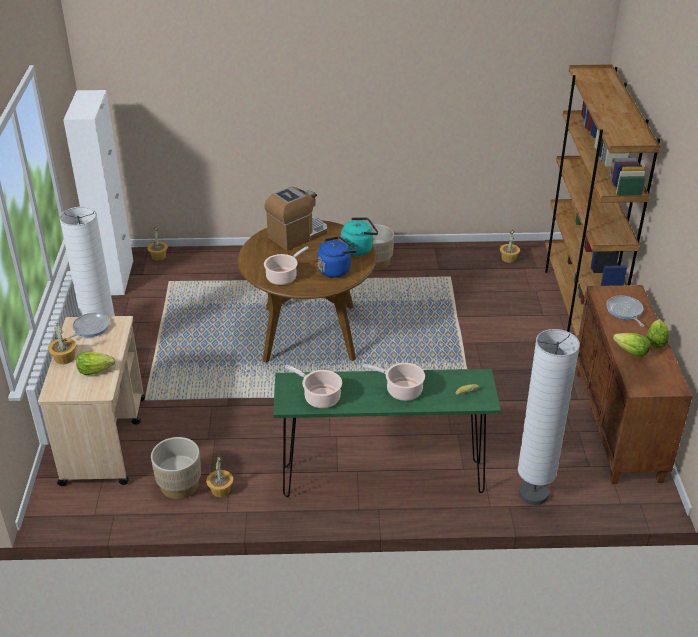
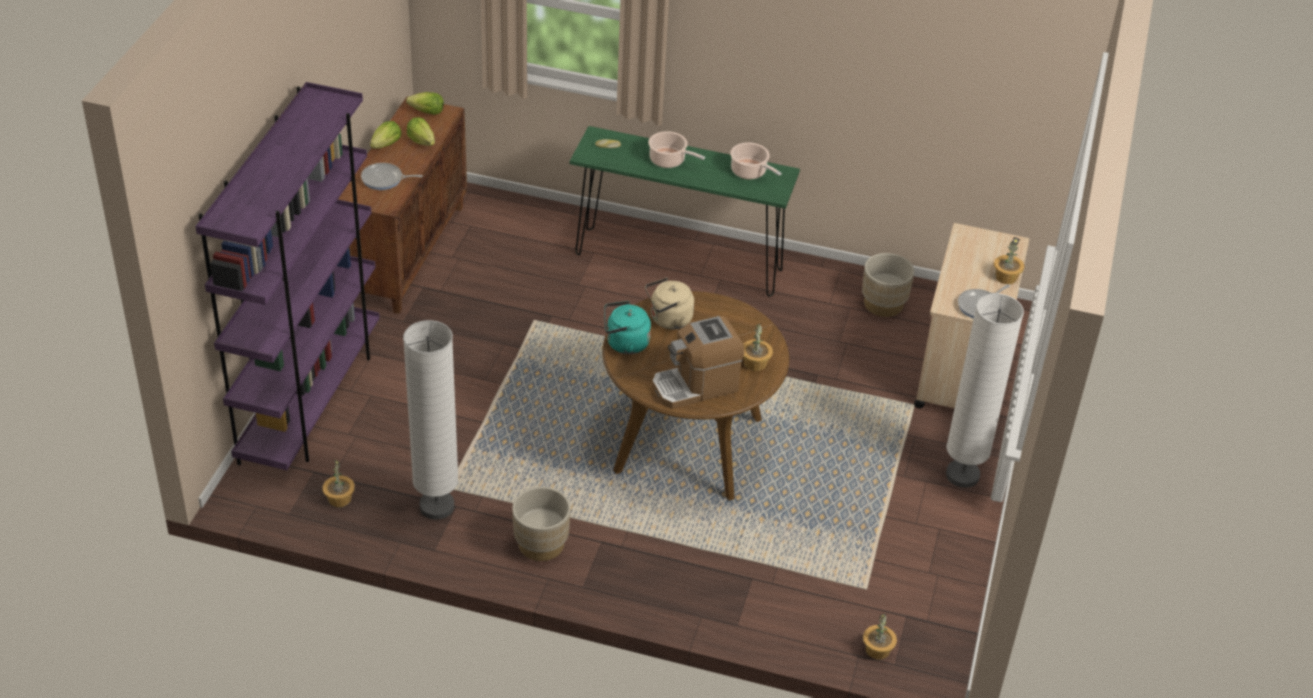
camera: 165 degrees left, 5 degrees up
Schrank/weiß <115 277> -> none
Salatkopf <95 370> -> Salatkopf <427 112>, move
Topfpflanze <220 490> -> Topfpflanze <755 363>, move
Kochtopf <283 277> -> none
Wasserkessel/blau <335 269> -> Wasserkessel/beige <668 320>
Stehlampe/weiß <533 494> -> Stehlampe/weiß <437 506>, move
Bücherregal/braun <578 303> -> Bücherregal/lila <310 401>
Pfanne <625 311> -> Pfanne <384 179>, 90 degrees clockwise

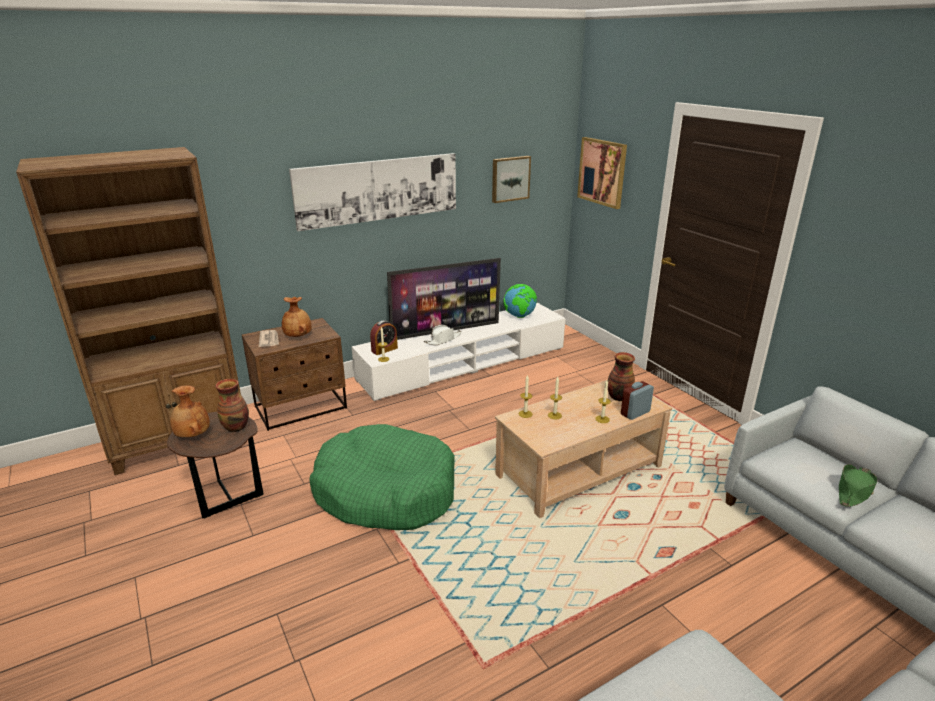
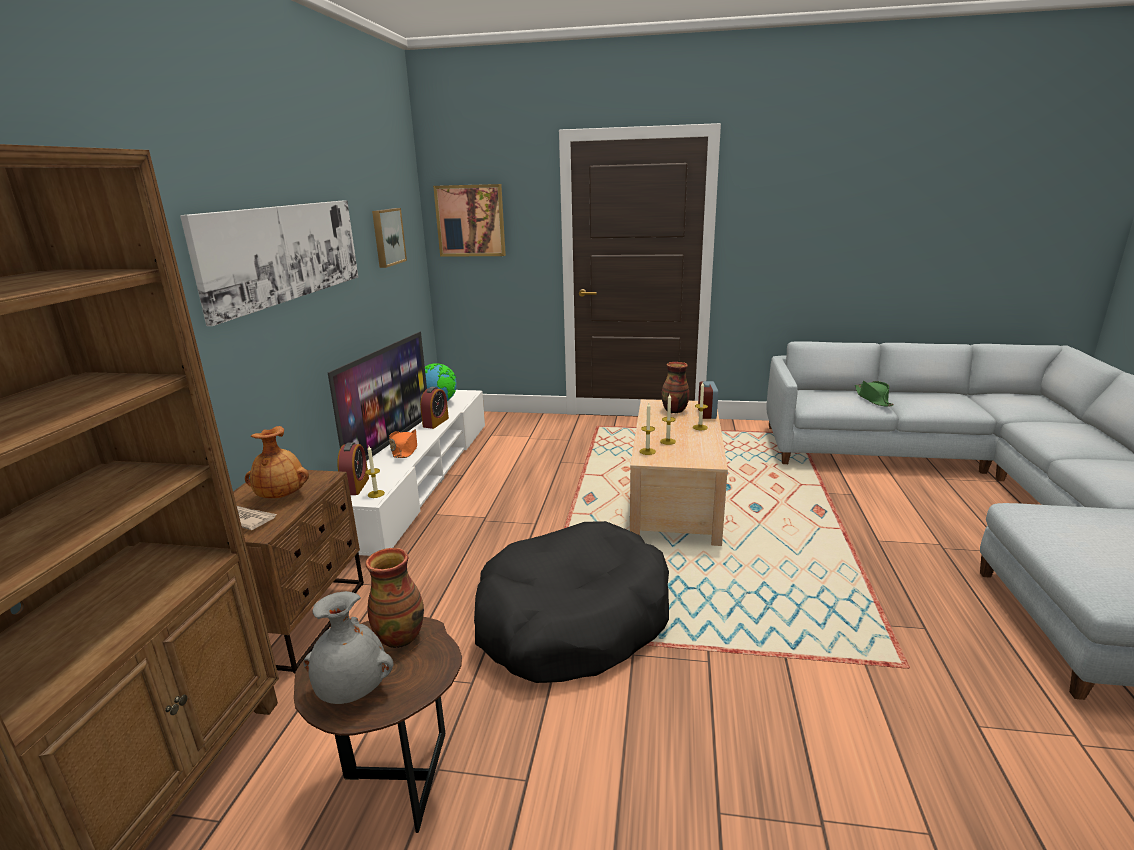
camera: 50 degrees left, 5 degrees down
Vase/braun <192 435> -> Vase/grau <352 691>
Hundebett/grün <385 492> -> Hundebett/schwarz <572 620>
Hut/weiß <443 340> -> Hut/orange <405 450>
none -> Wecker <436 422>

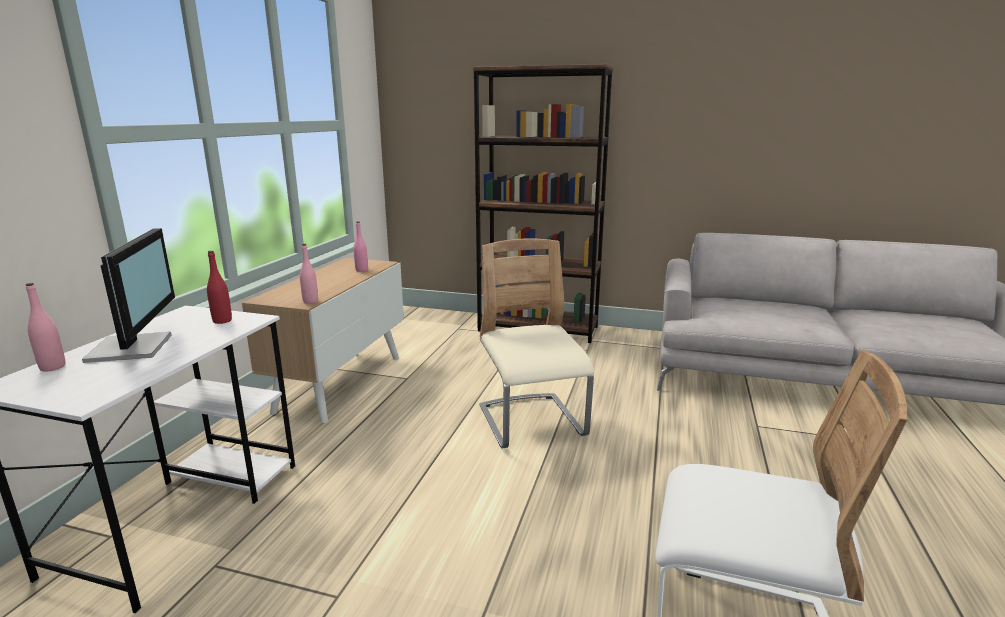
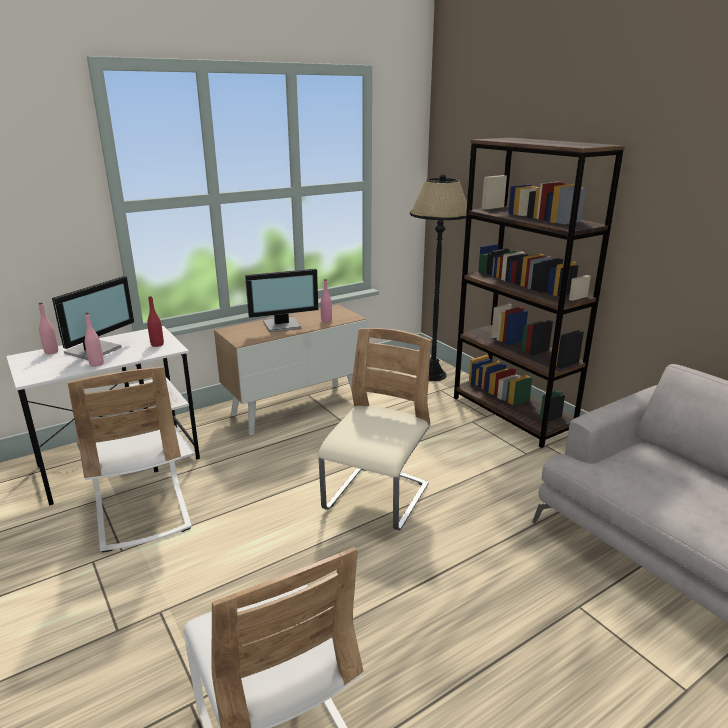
camera: 40 degrees right, 5 degrees up
Flasche/rosa <310 301> -> Flasche/rosa <96 364>, move
none -> Stuhl/weiß <142 512>
none -> Monitor <283 325>
none -> Stehlampe/schwarz <432 375>

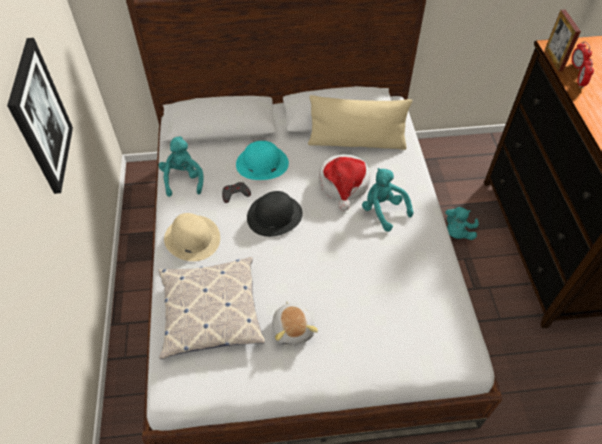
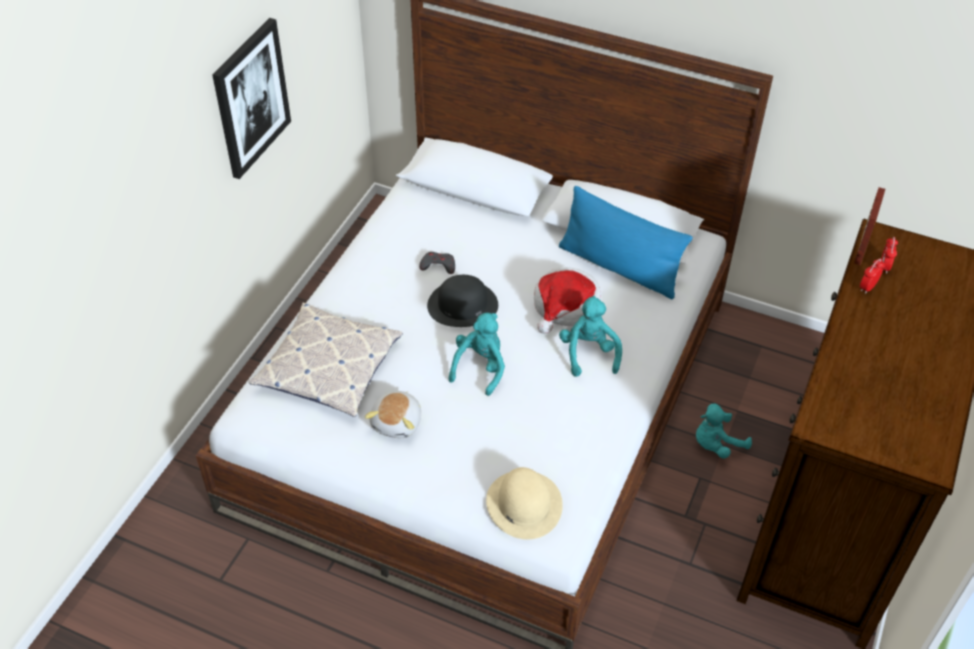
camera: 30 degrees right, 5 degrees down
Plüschtier/türkis <183 179> -> Plüschtier/türkis <480 368>, move
Hut/beige <192 238> -> Hut/beige <523 504>, move
Hut/türkis <262 163> -> none
Kissen/beige <356 142> -> Kissen/blau <619 267>

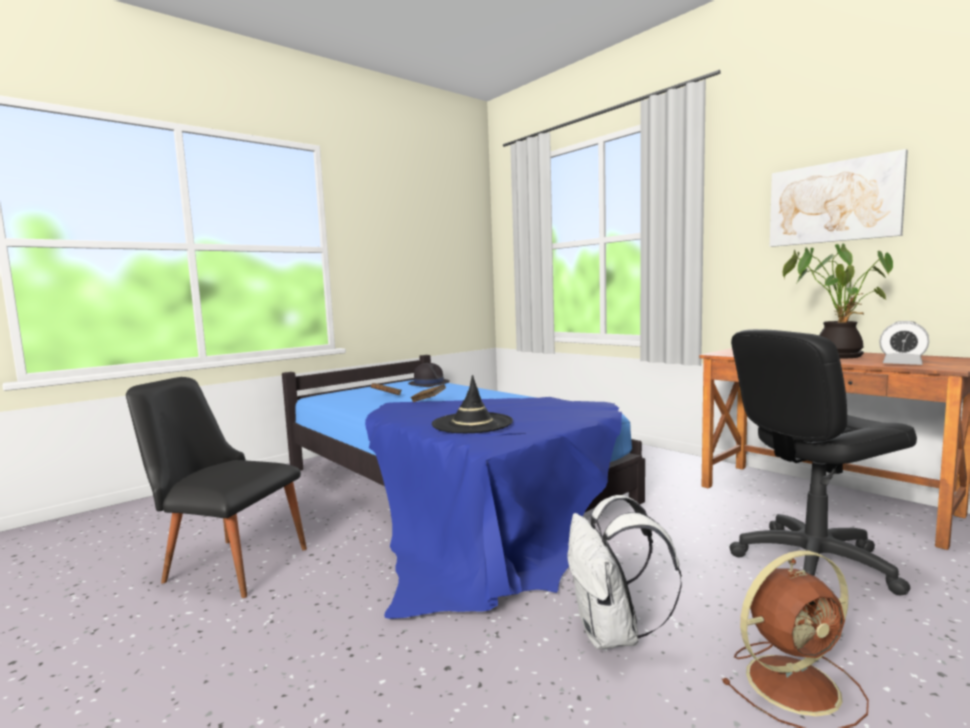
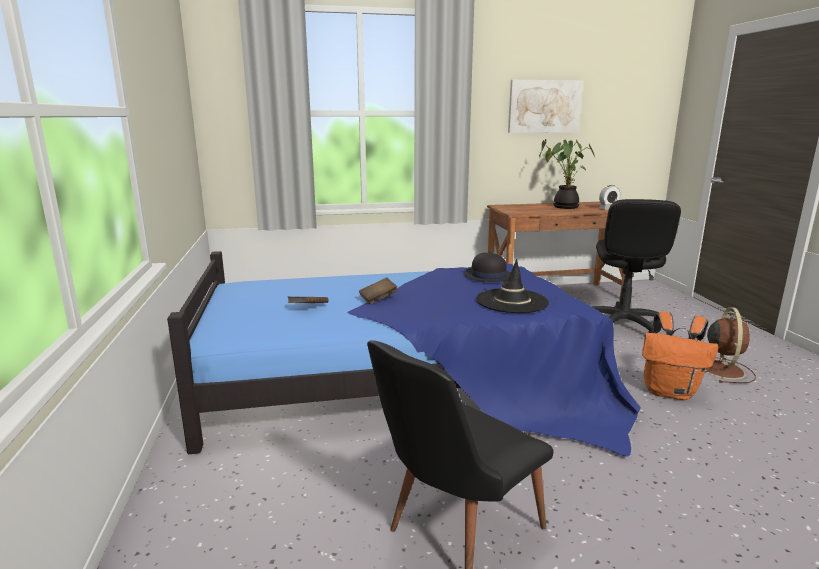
camera: 60 degrees left, 10 degrees up
Hut/schwarz <429 383> -> Hut/schwarz <488 276>, move
Rucksack/weiß <612 634> -> Rucksack/orange <670 392>

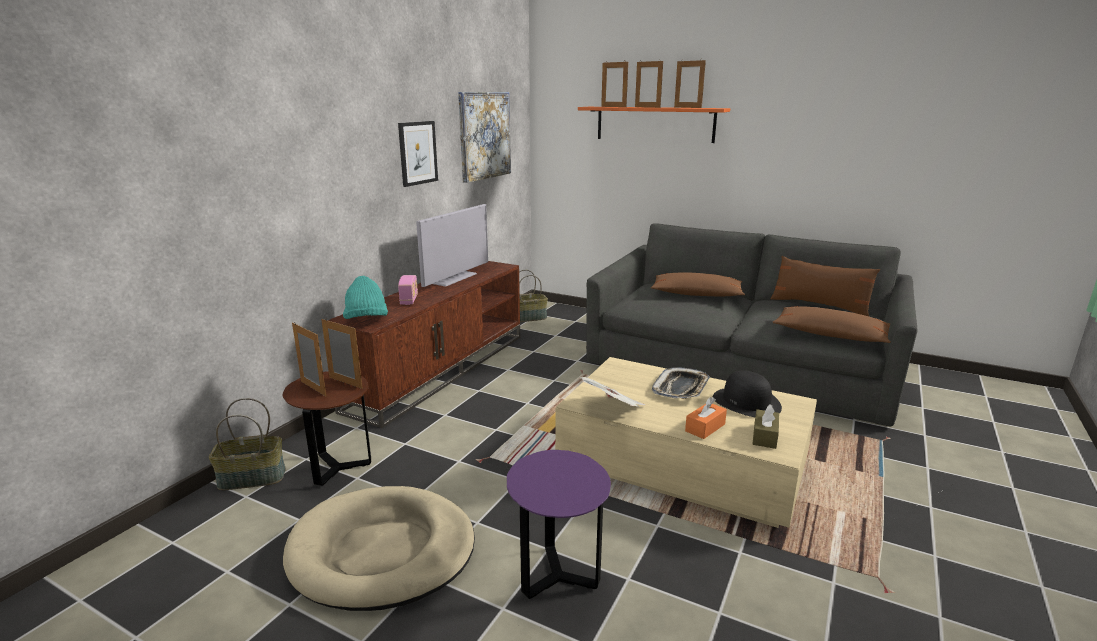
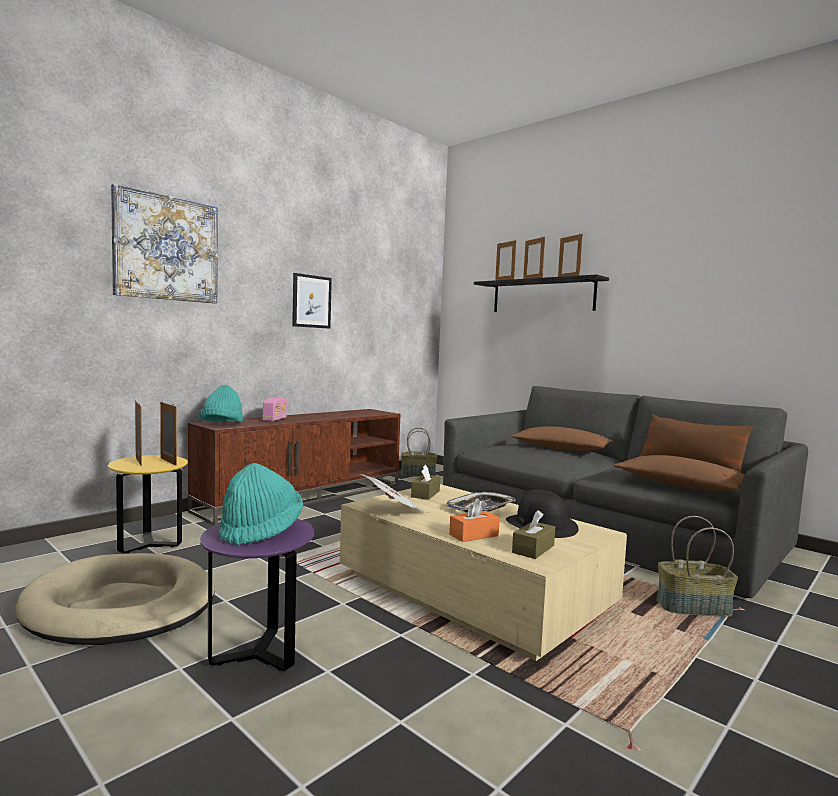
camera: 15 degrees right, 15 degrees down
Korb <251 479> -> Korb <693 608>, move
Beistelltisch/braun <337 468> -> Beistelltisch/gelb <149 545>
Fernseher <454 278> -> none
Bild <484 135> -> Bild <166 248>, move
Wandregal/orange <654 124> -> Wandregal/schwarz <542 296>
none -> Hut/türkis <261 531>
none -> Taschentuchbox/braun <425 494>

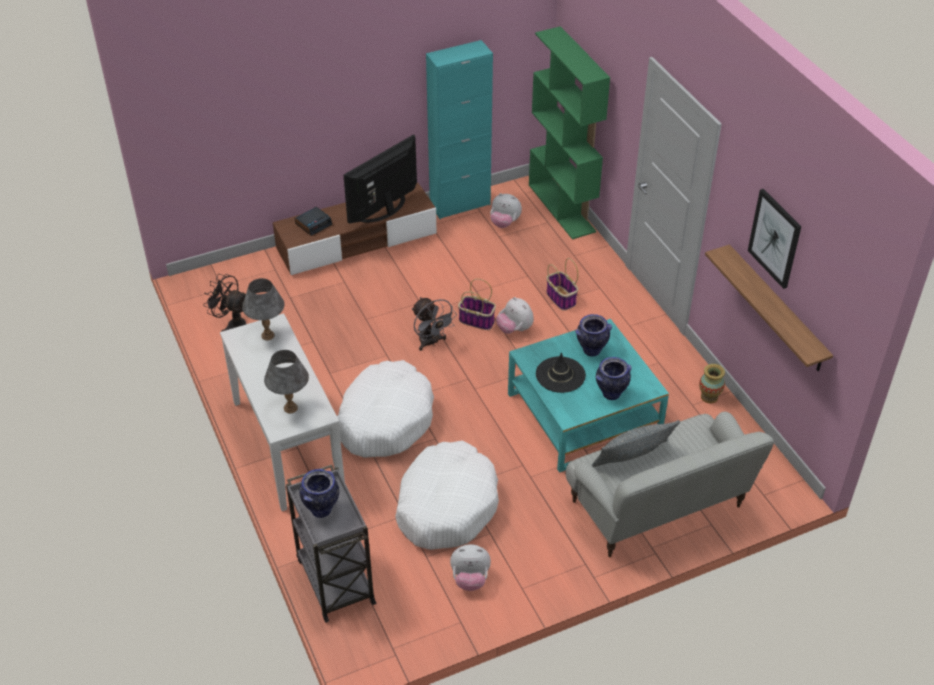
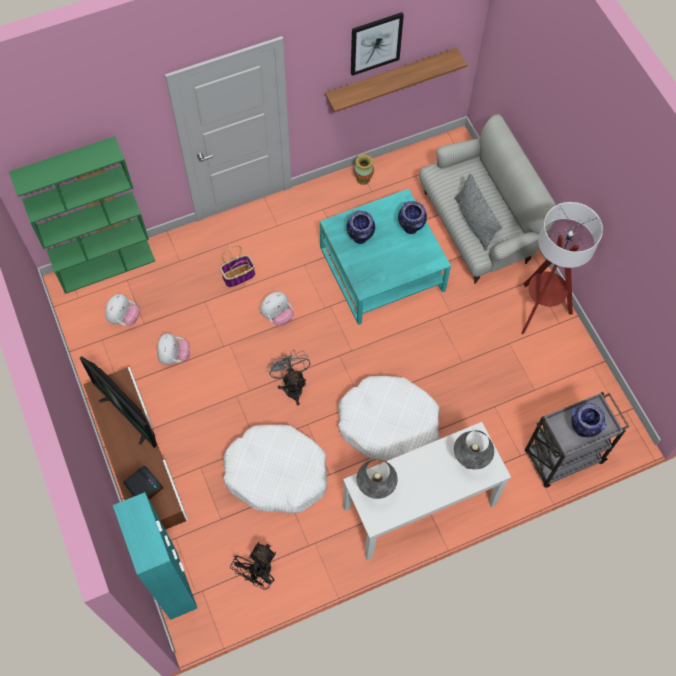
camera: 90 degrees left, 20 degrees up
Hundebett/weiß <446 505> -> Hundebett/weiß <276 473>, move
Ventilator/grau <431 342> -> Ventilator/grau <292 386>, 75 degrees counterclockwise
Schrank/türkis <460 204> -> Schrank/türkis <173 584>, move
Plüschtier <470 579> -> Plüschtier <174 356>, move
Korb <477 320> -> none
Hut/schwarz <560 375> -> none
none -> Stehlampe <539 310>

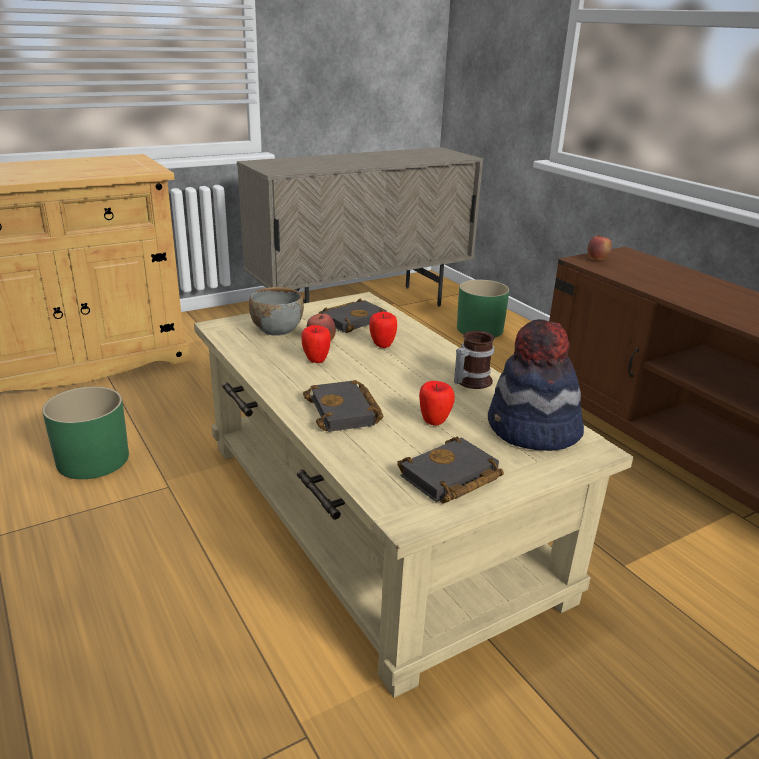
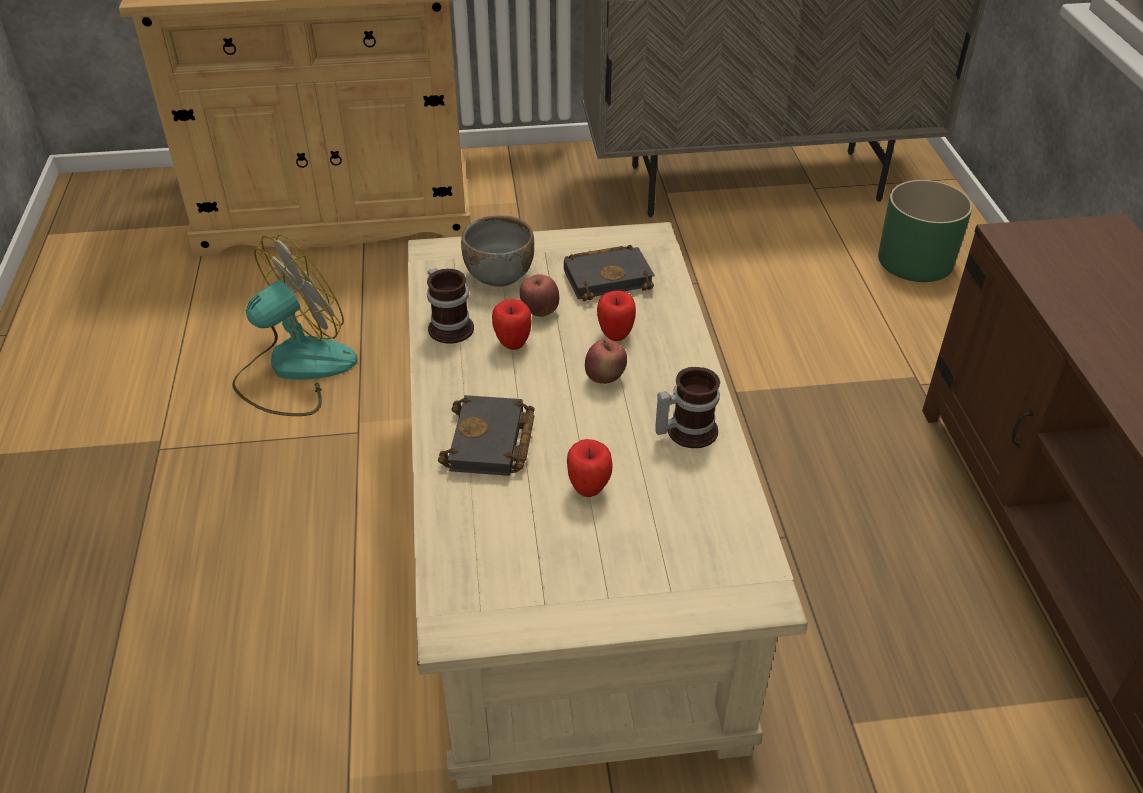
camera: 25 degrees right, 15 degrees up
Pflanzkübel/grün <92 459> -> Ventilator <294 370>
Buch/schwarz <450 478> -> none
Hut <532 431> -> none
Apfel <597 260> -> Apfel <605 378>, move
none -> Henkelbecher <450 325>

